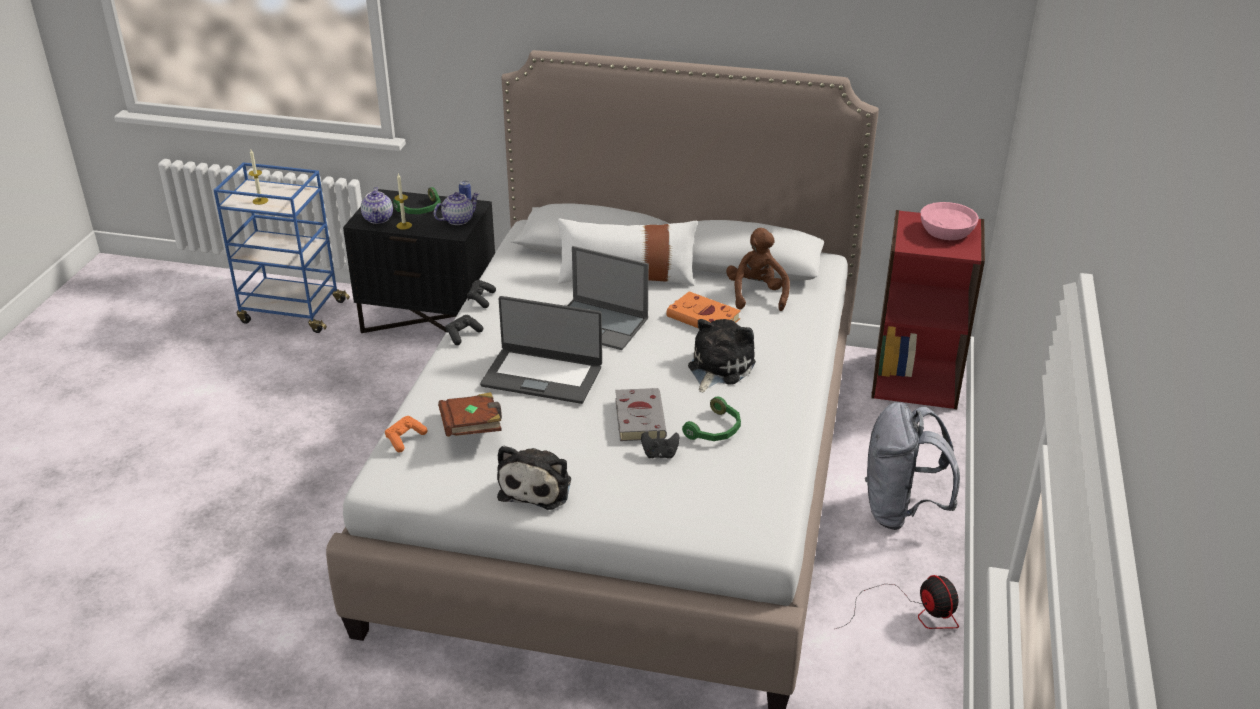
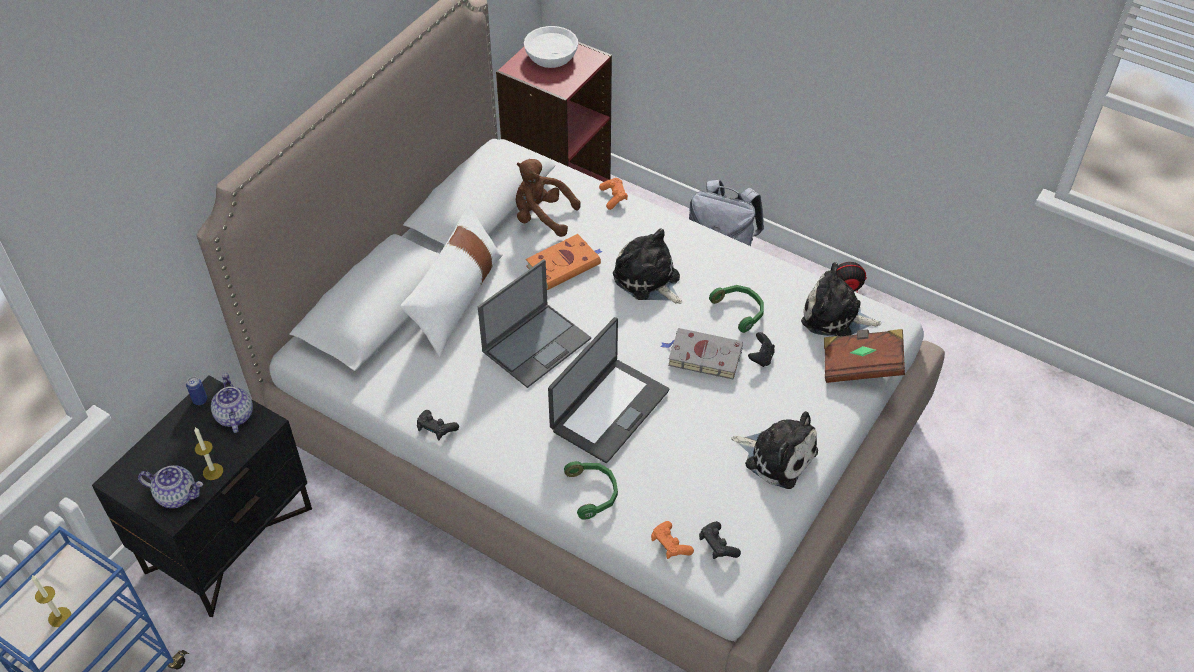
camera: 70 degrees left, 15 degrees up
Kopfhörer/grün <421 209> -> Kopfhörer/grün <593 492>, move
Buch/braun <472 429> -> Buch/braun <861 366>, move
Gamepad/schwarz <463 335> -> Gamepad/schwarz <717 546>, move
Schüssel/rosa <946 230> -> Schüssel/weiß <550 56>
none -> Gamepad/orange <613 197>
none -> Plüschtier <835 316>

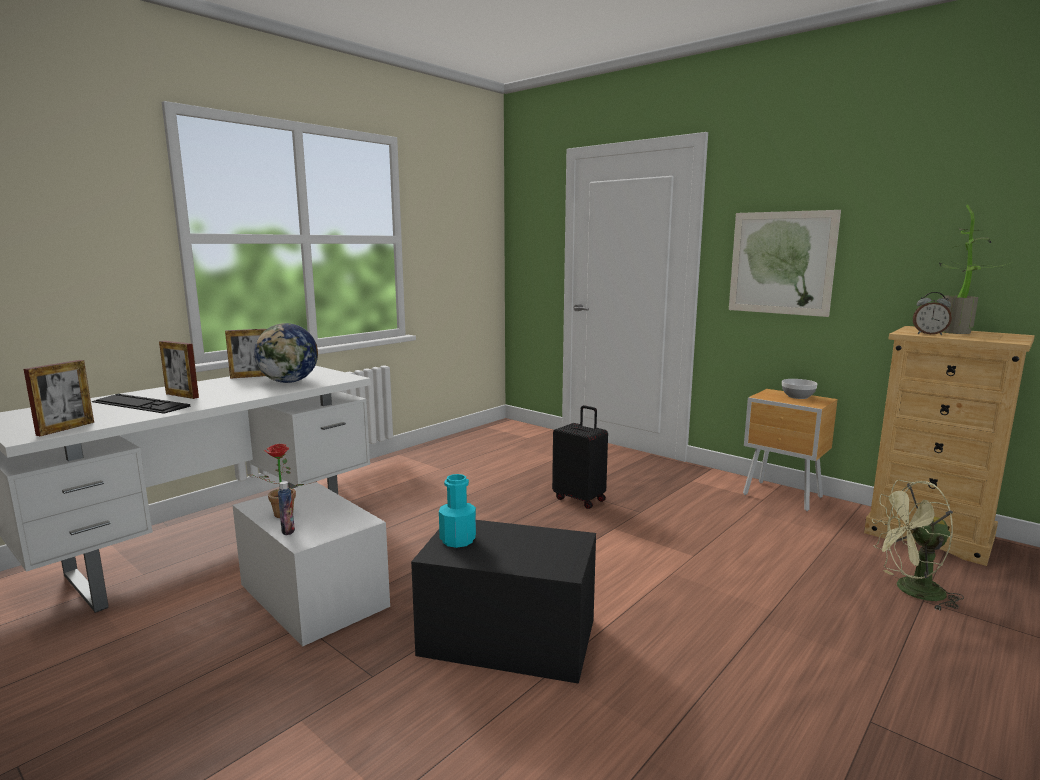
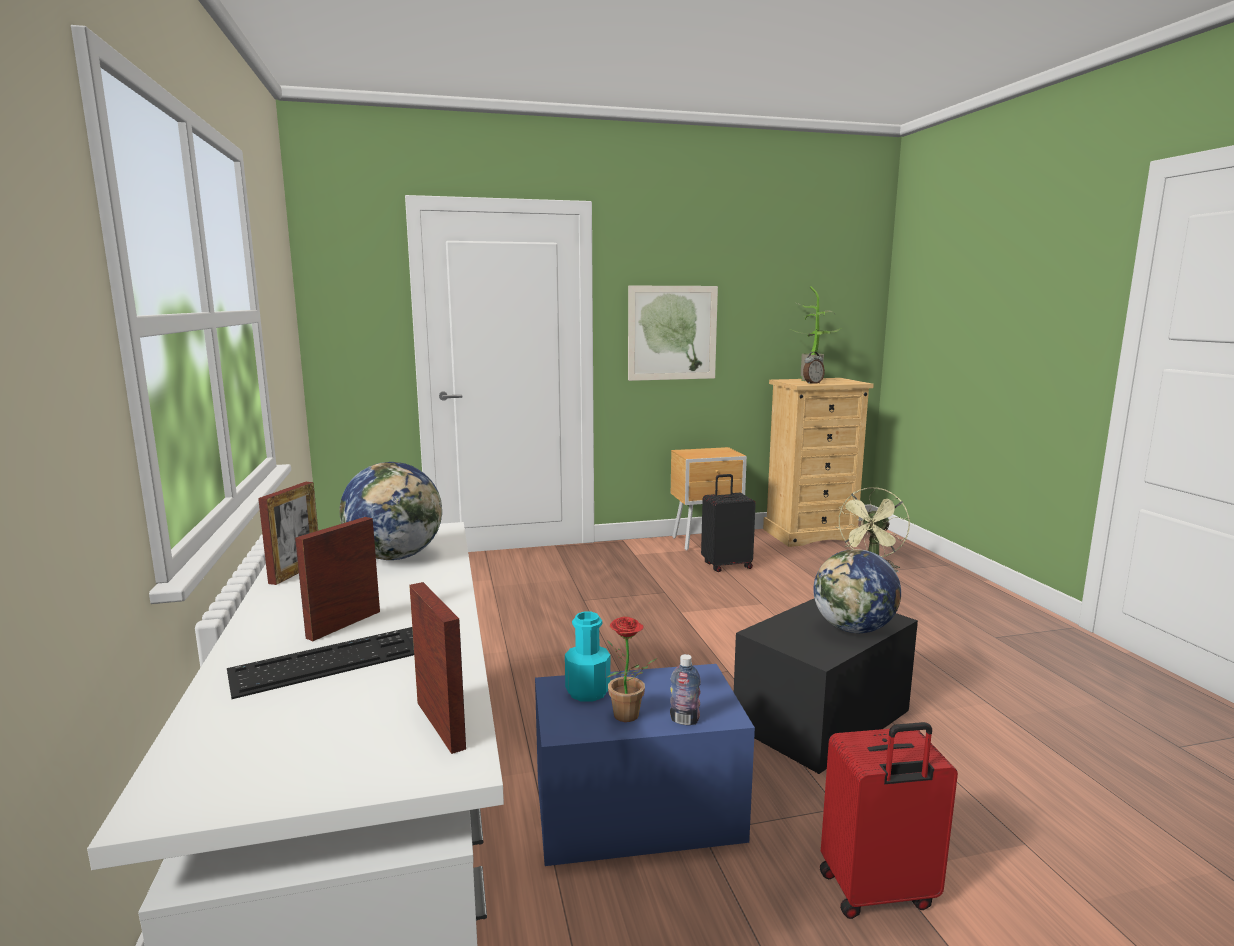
camera: 55 degrees left, 0 degrees up
Bilderrahmen <182 395> -> Bilderrahmen <344 624>, 150 degrees clockwise
Aufbewahrungsbox/weiß <313 595> -> Aufbewahrungsbox/blau <636 810>
Flasche/türkis <458 540> -> Flasche/türkis <587 691>, move
Koffer/schwarz <580 499> -> Koffer/schwarz <726 565>, move
Schüssel <797 396> -> none
none -> Globus <853 629>
none -> Koffer/rot <877 892>

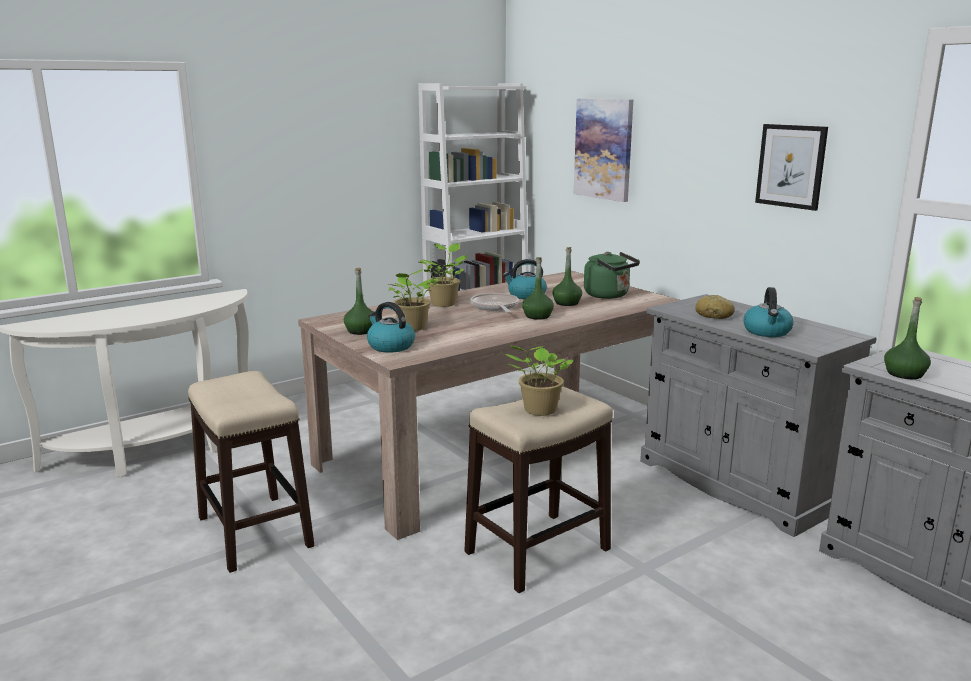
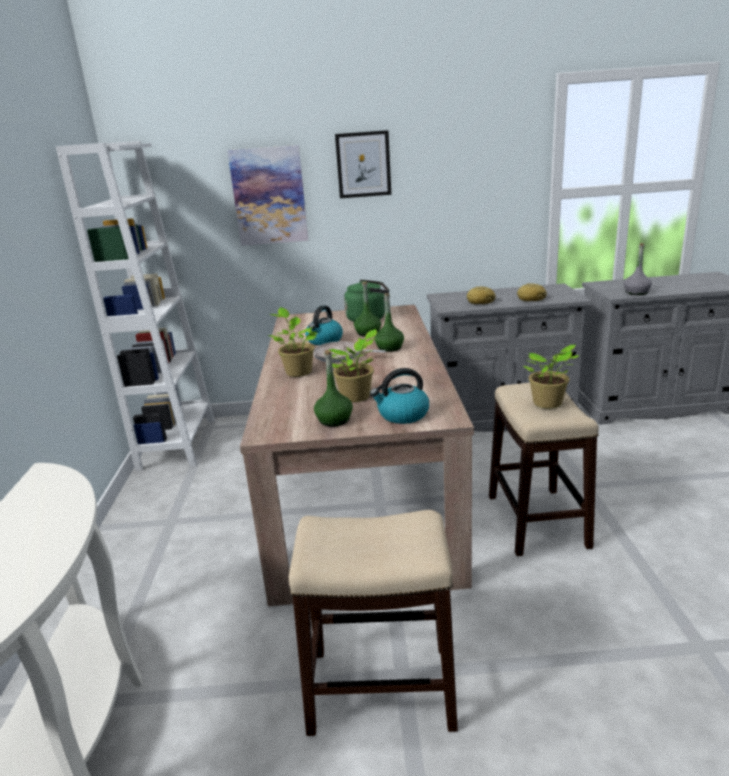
camera: 55 degrees left, 5 degrees up
Wasserkessel <767 332> -> Brot <531 299>
Bild <791 166> -> Bild <363 164>, move
Flasche/grün <904 374> -> Flasche/grau <636 293>

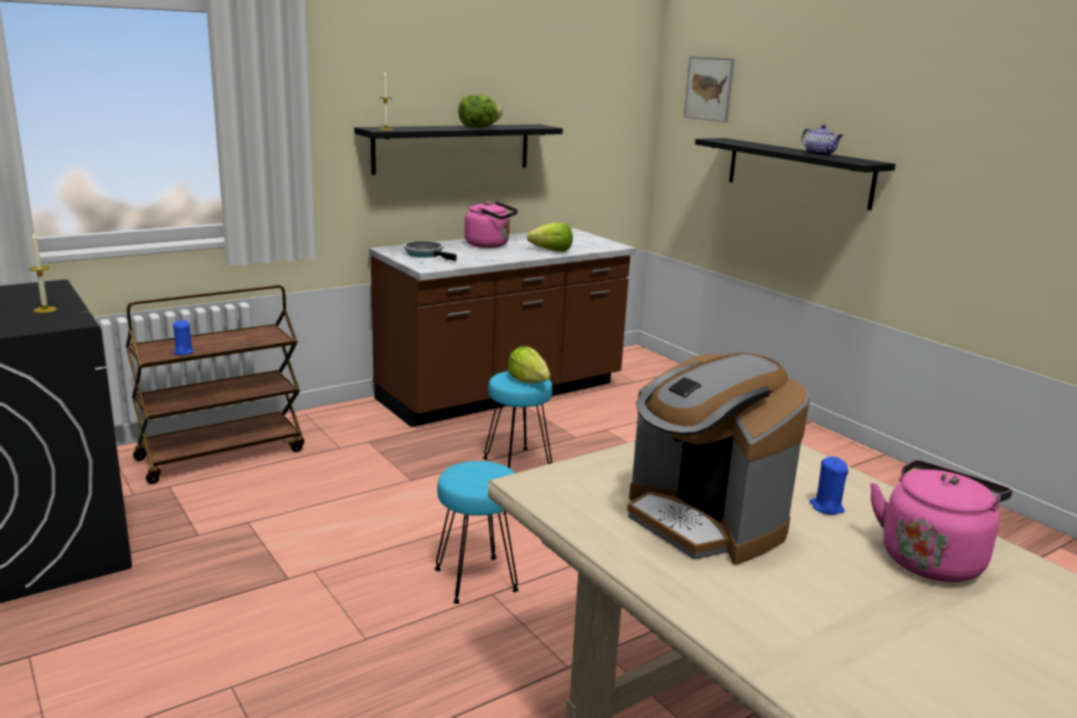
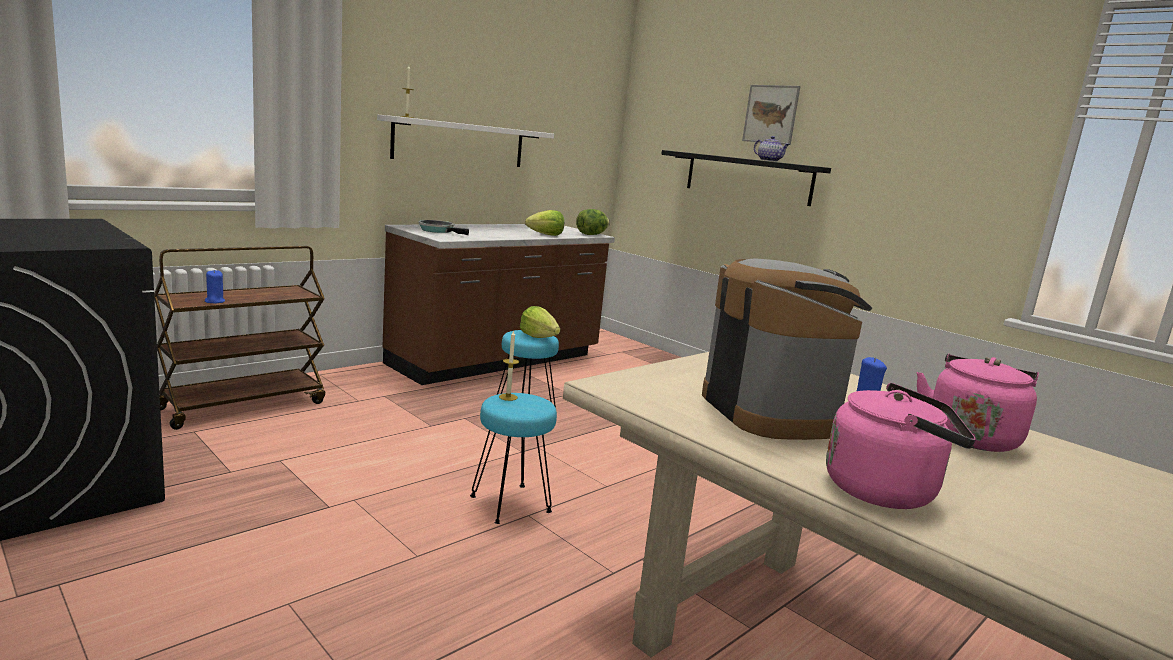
camera: 10 degrees left, 5 degrees down
Kerze <45 309> -> Kerze <508 397>, move
Wandregal/schwarz <452 148> -> Wandregal/weiß <460 143>
Salatkopf <479 128> -> Salatkopf <591 235>, move
Wasserkessel/rosa <490 245> -> Wasserkessel/rosa <886 491>, move
Kaffeemaschine <704 521> -> Kaffeemaschine <771 411>, 150 degrees counterclockwise
Bild <709 88> -> Bild <771 114>, move

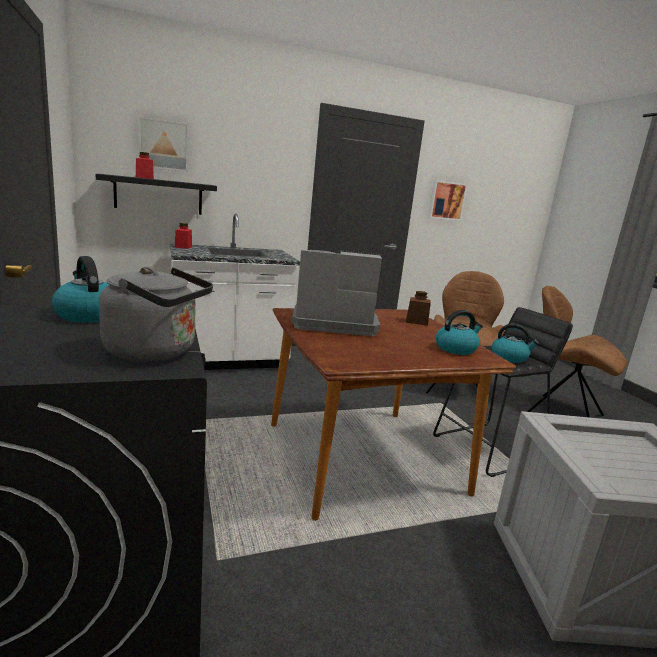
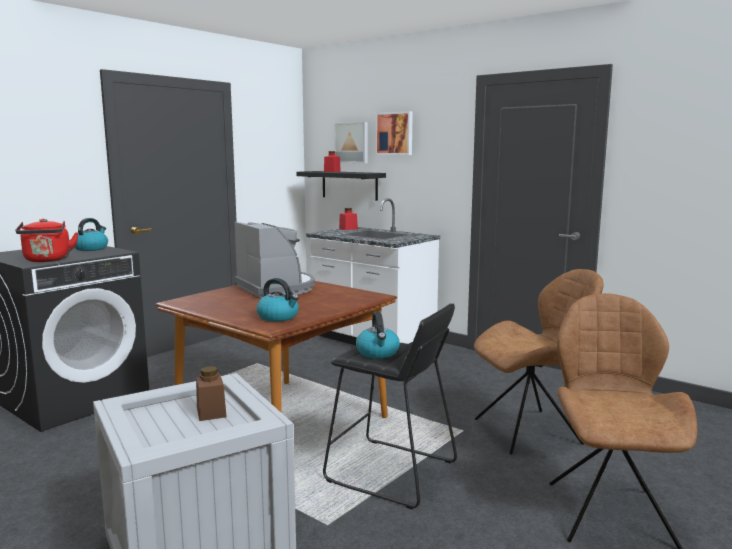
camera: 60 degrees right, 5 degrees down
Wasserkessel/grau <156 352> -> Wasserkessel/rot <47 260>
Vorratsglas/braun <416 321> -> Vorratsglas/braun <211 412>, move
Bild <446 200> -> Bild <395 133>, move

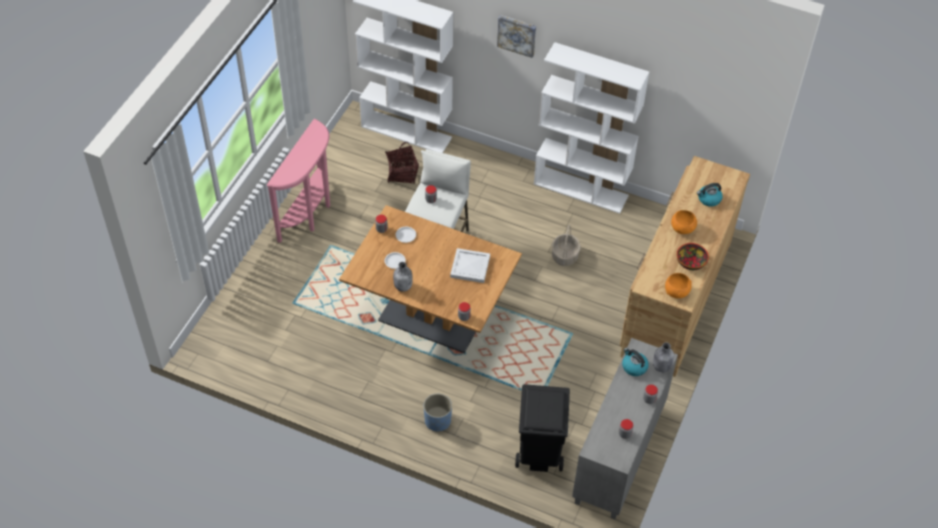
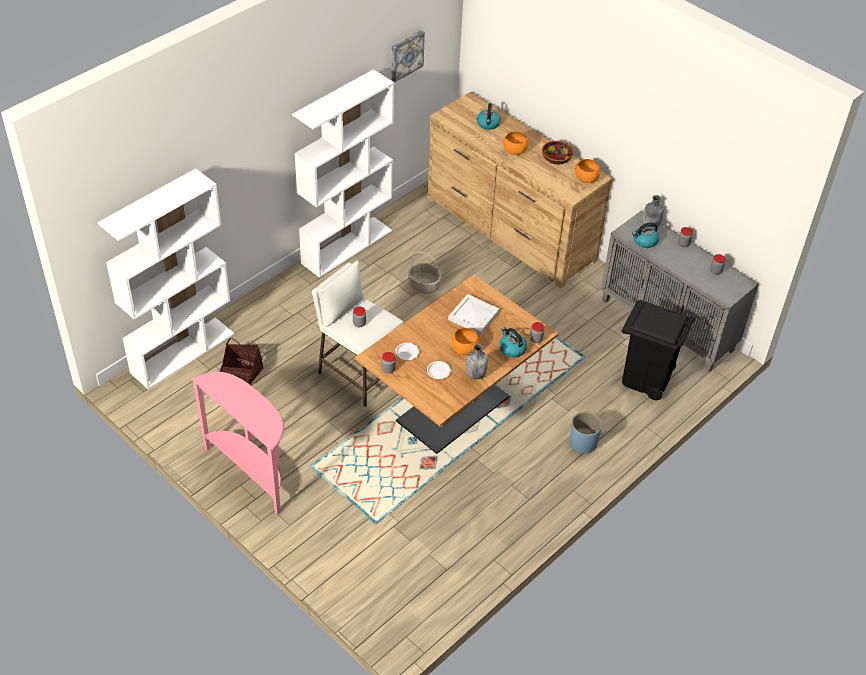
camera: 70 degrees left, 5 degrees down
Bild <517 35> -> Bild <406 55>, move
none -> Schüssel/orange <464 349>
none -> Wasserkessel <512 349>

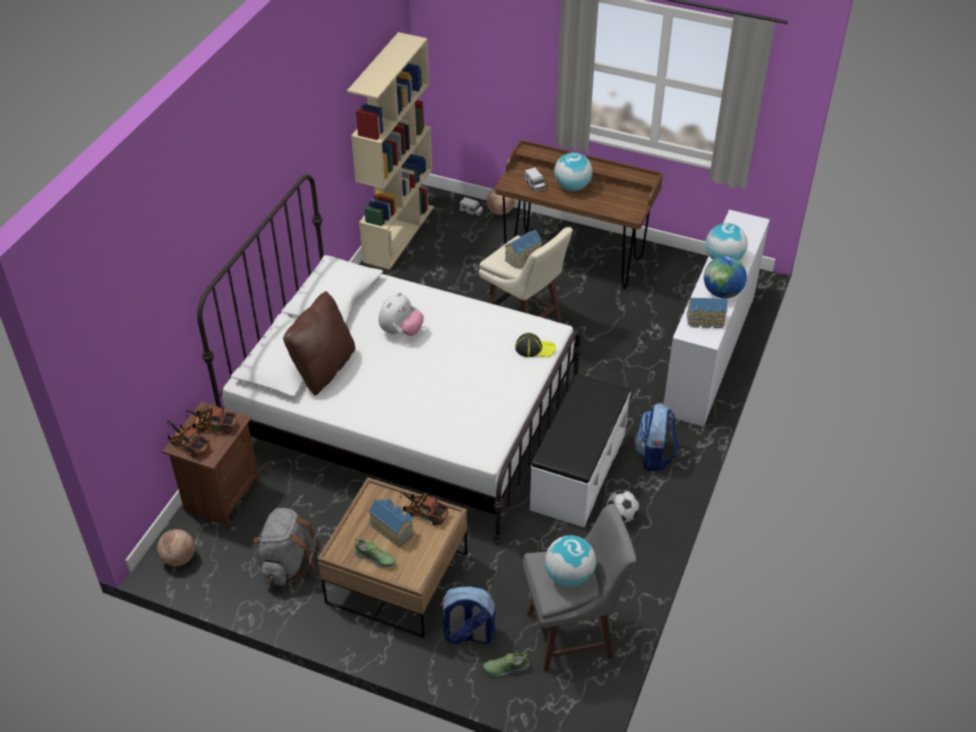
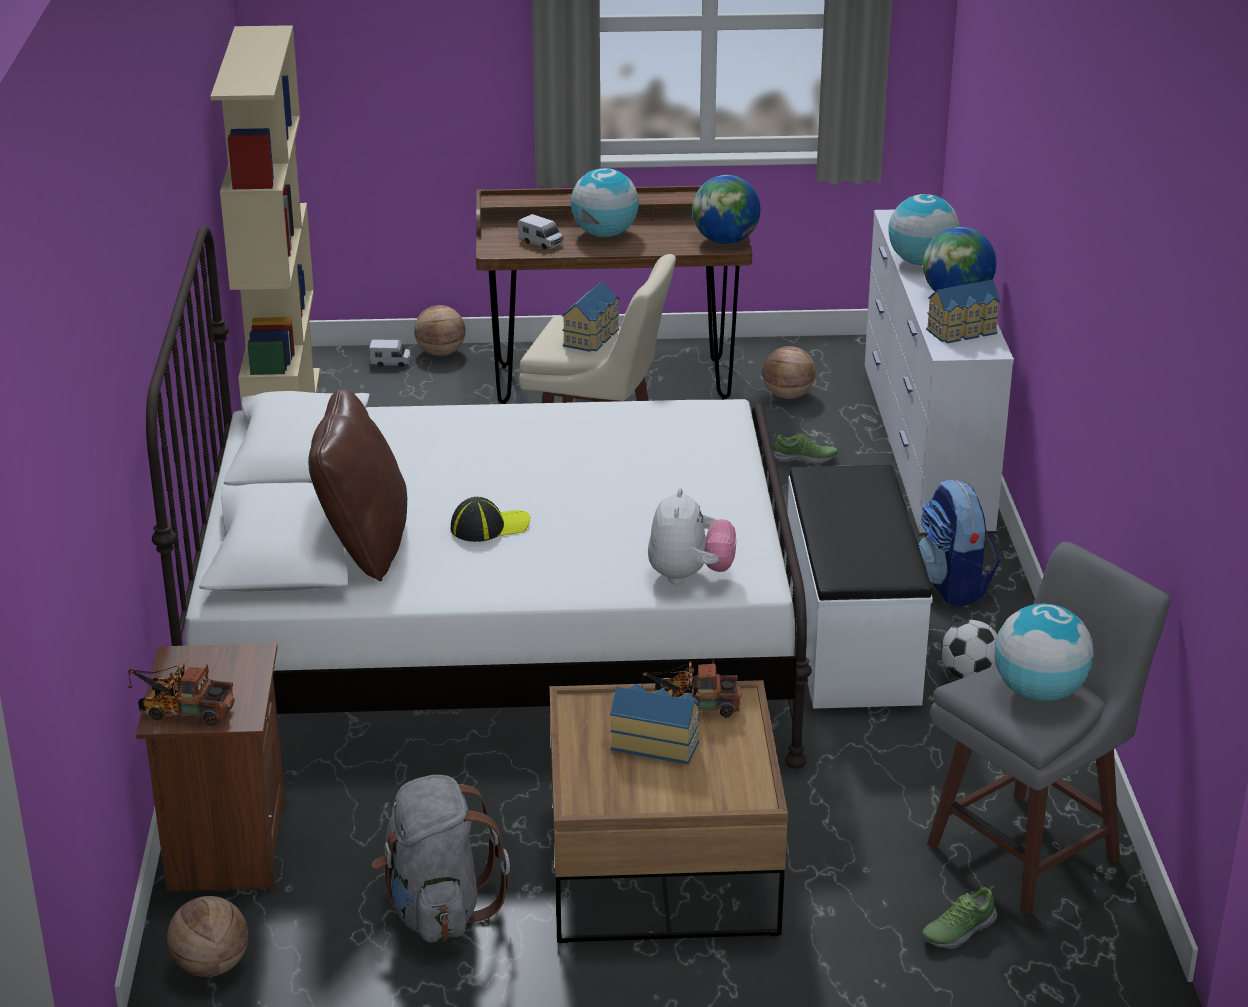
camera: 25 degrees left, 15 degrees down
Spielzeuglaster <212 426> -> none
Schuh <375 558> -> Schuh <804 458>, move
Plüschtier <401 331> -> Plüschtier <689 576>, move
Rucksack <467 634> -> none
Kappe <535 348> -> Kappe <489 526>, move
none -> Globus <725 241>
none -> Basketball <787 396>

